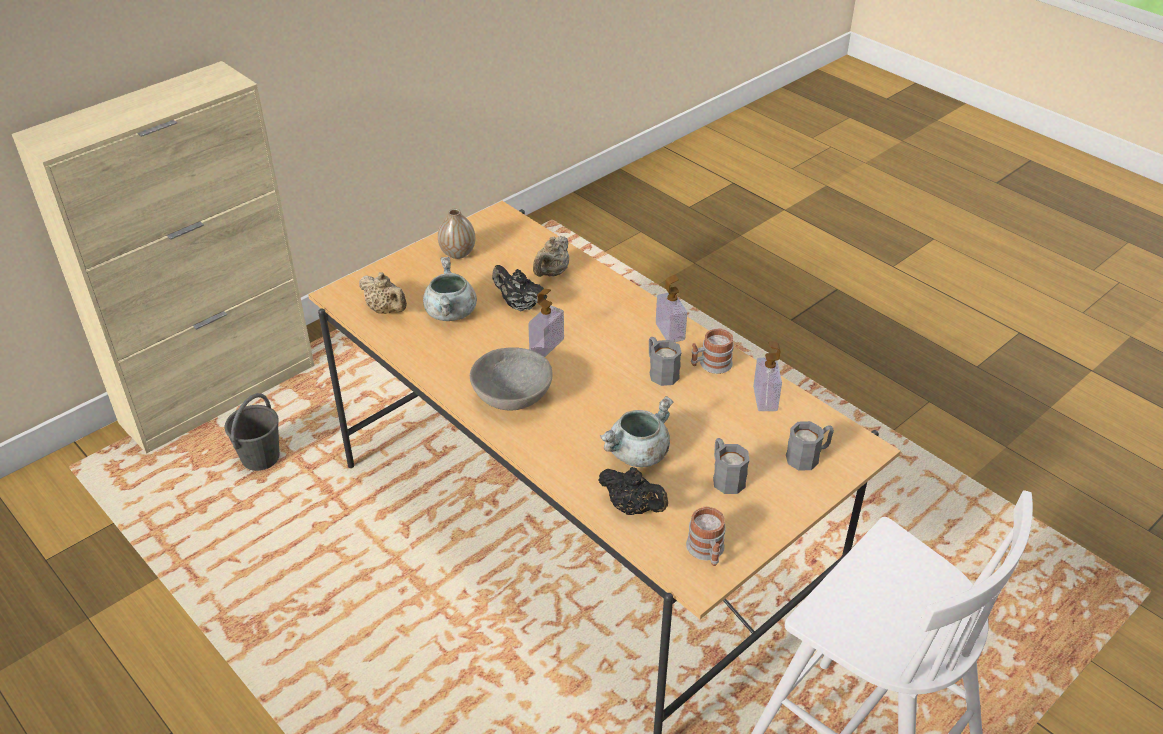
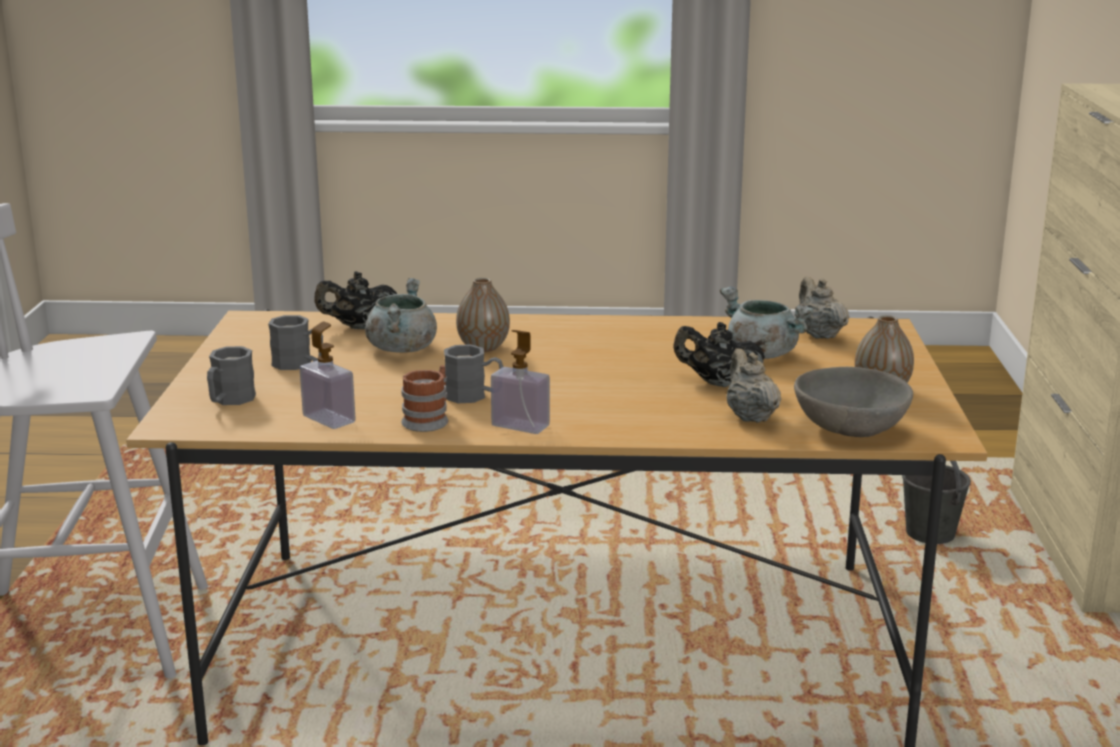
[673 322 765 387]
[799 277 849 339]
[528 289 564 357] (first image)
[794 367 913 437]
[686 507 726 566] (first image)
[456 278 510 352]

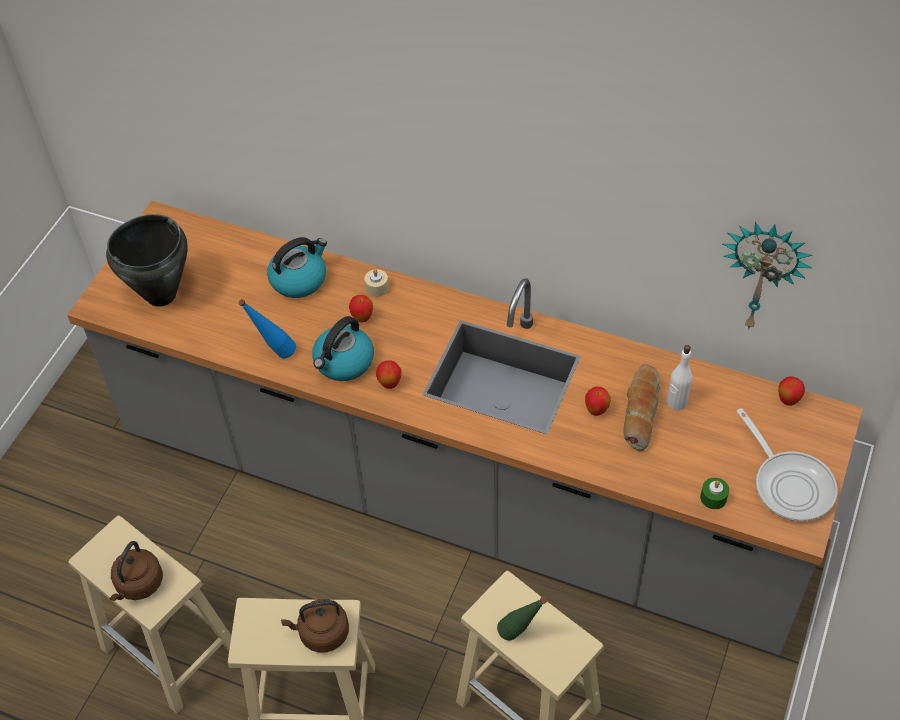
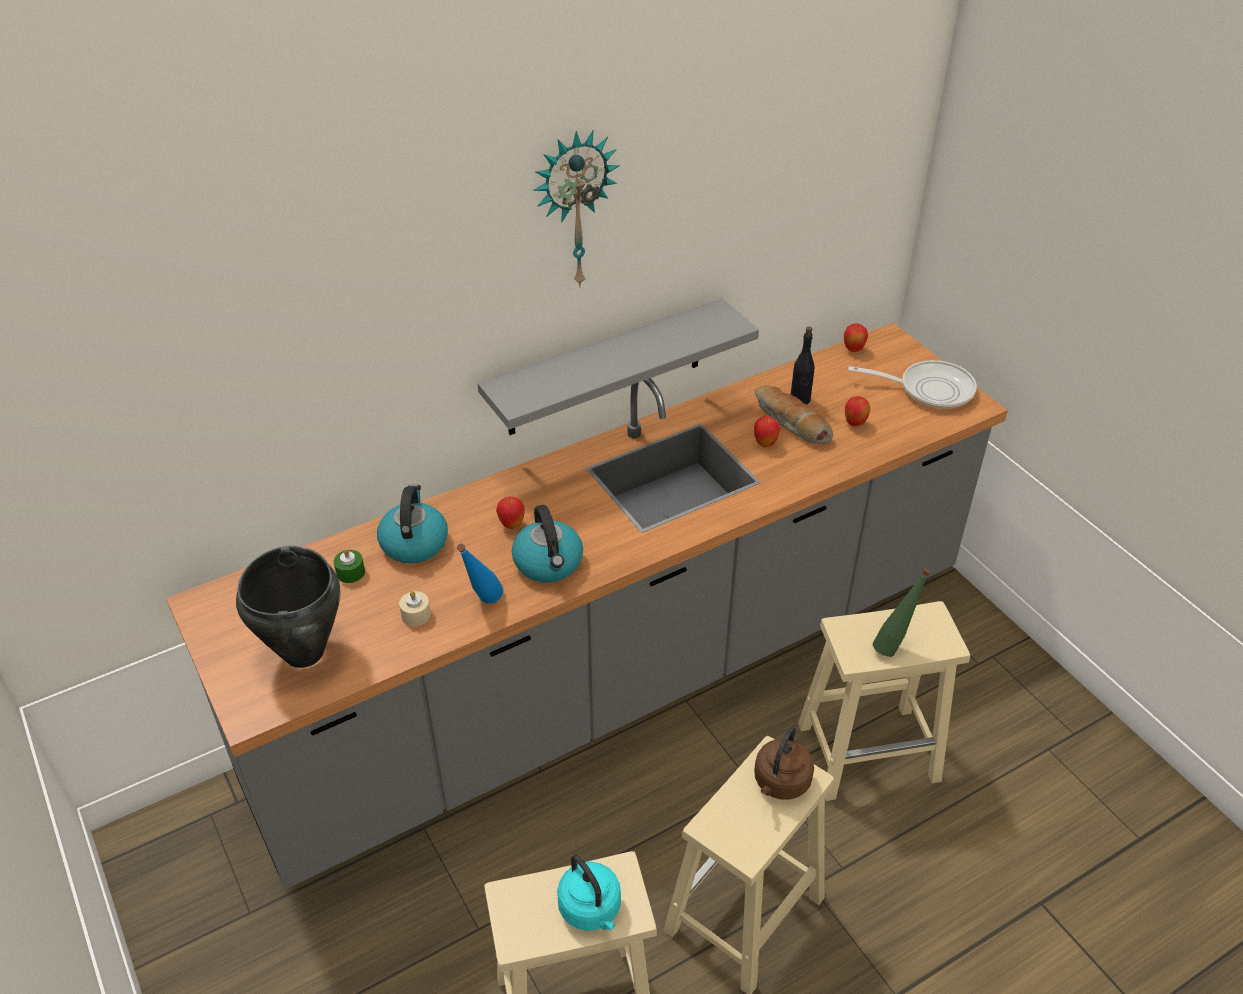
[533 130 620 288]
[399 591 431 626]
[791 327 814 405]
[845 396 870 426]
[334 549 365 583]
[557 854 621 931]
[478 298 759 435]

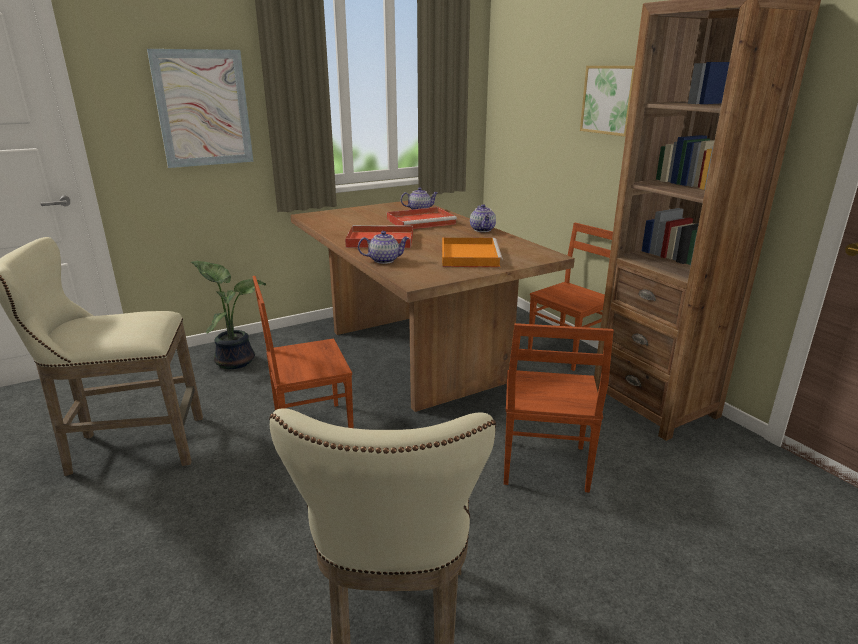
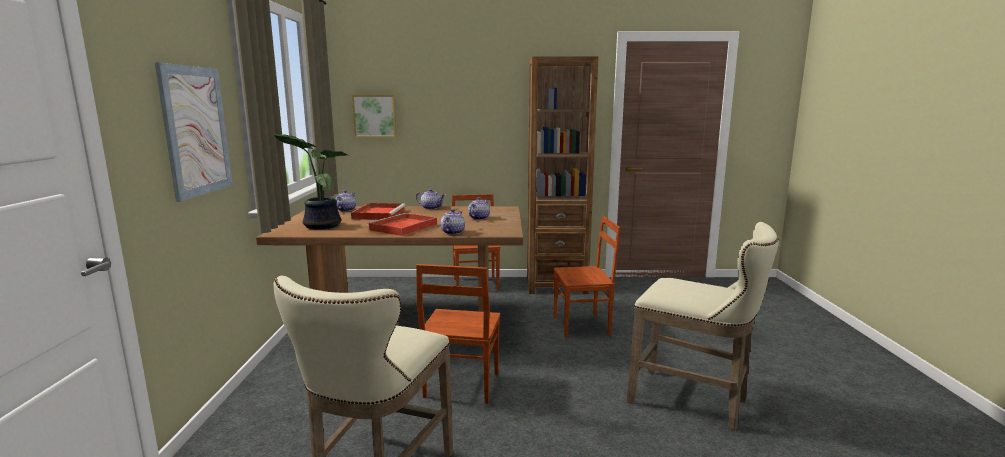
[352 95 397 137]
[468 197 490 220]
[274 134 347 230]
[553 215 620 338]

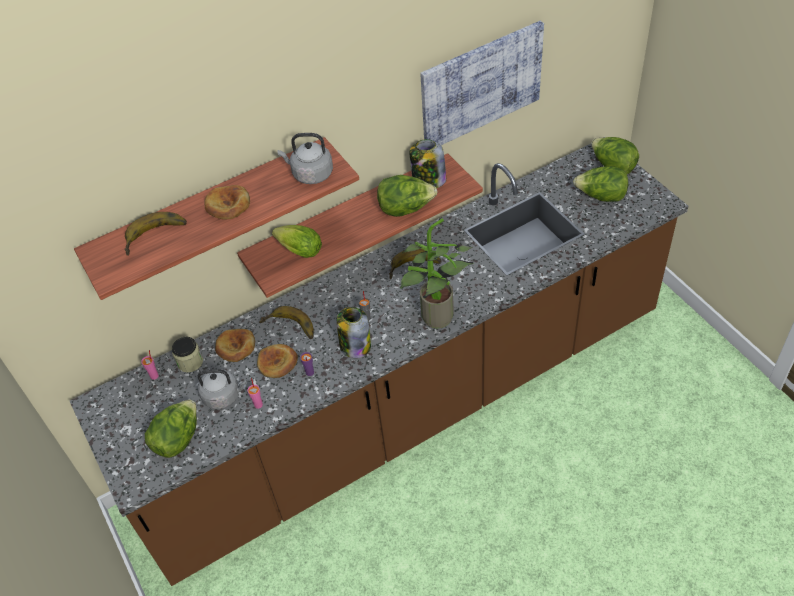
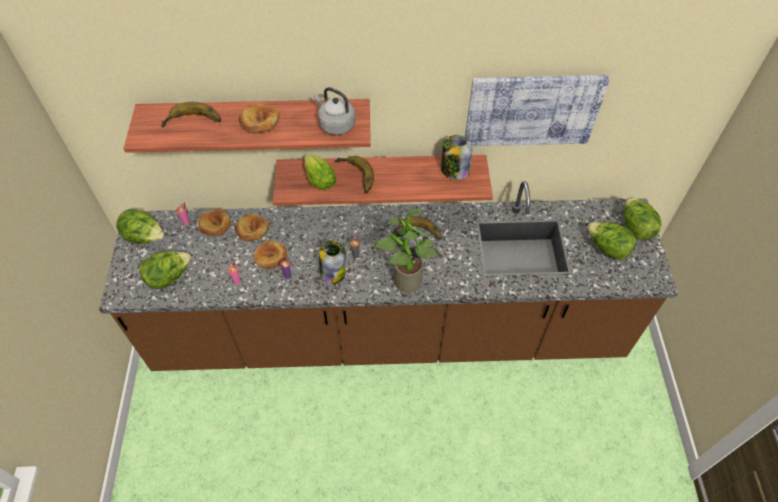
[116 209 165 244]
[335 156 374 193]
[198 209 231 236]
[197 369 247 409] (first image)

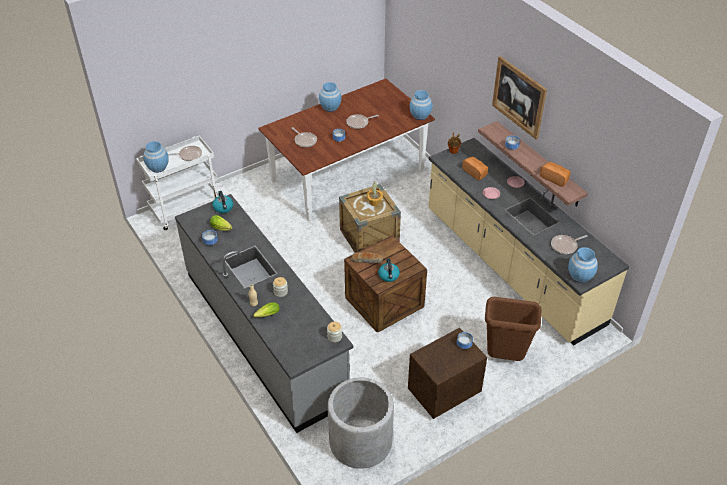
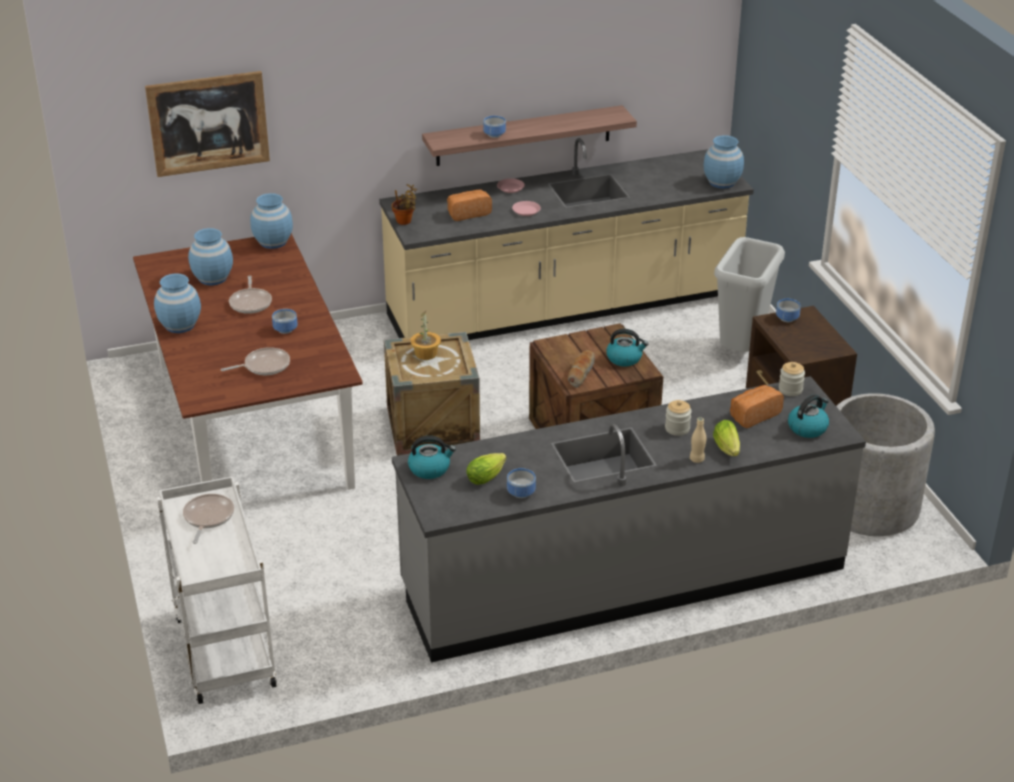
[145 71 270 177]
[188 228 233 285]
[730 385 784 428]
[551 235 587 254] (first image)
[714 237 785 352]
[788 394 829 438]

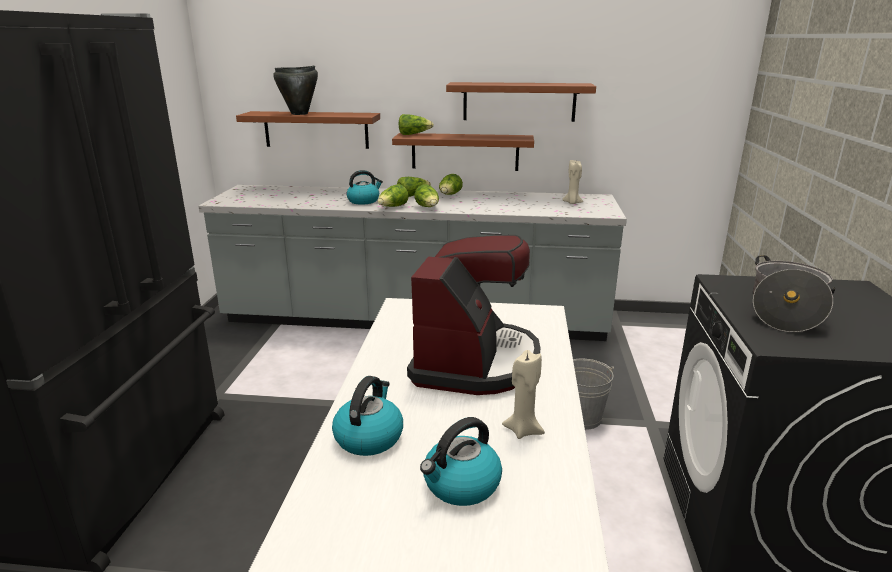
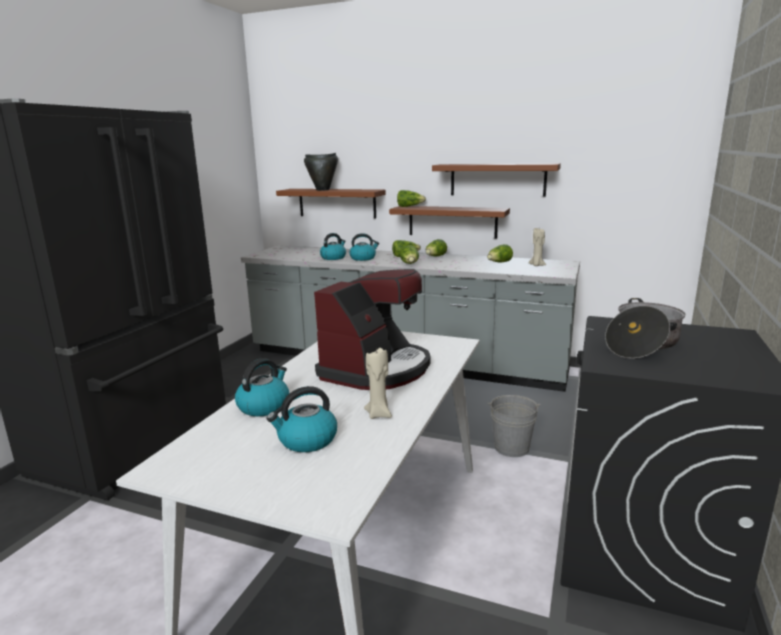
[487 244 513 263]
[320 233 346 260]

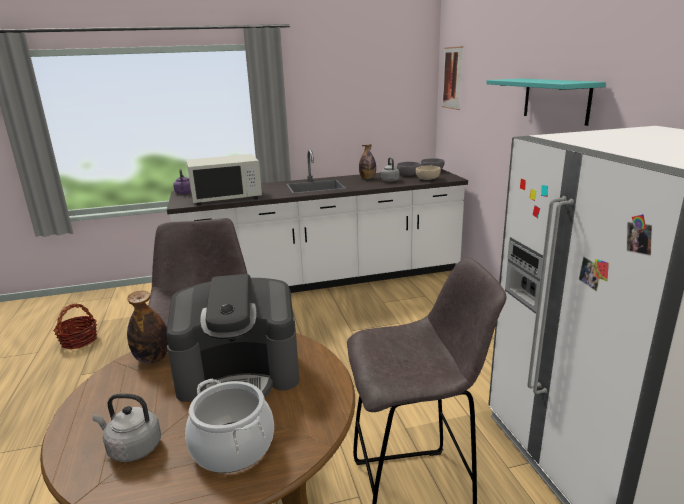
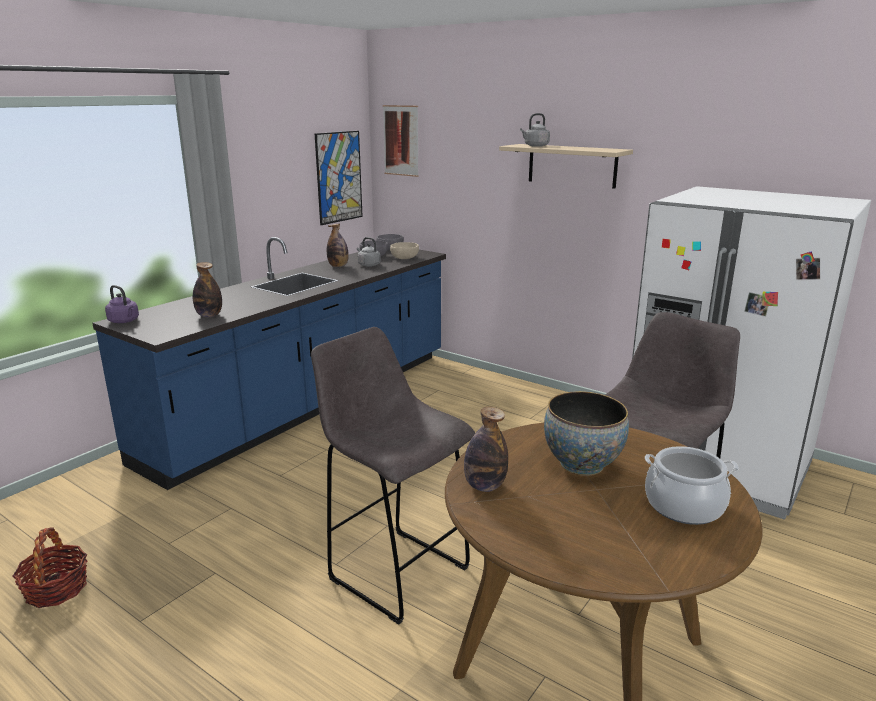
[499 144 633 189]
[93 237 446 490]
[193 262 222 317]
[544 391 629 476]
[520 113 550 147]
[315 131 363 225]

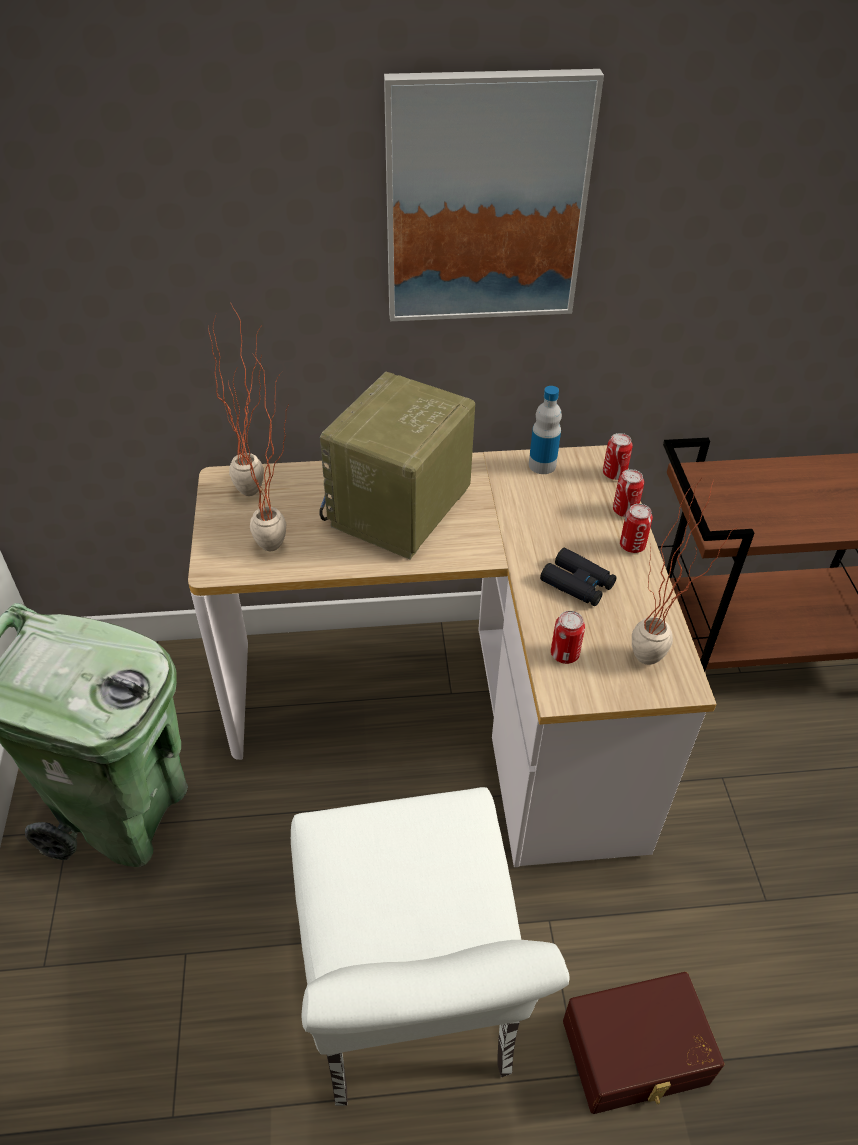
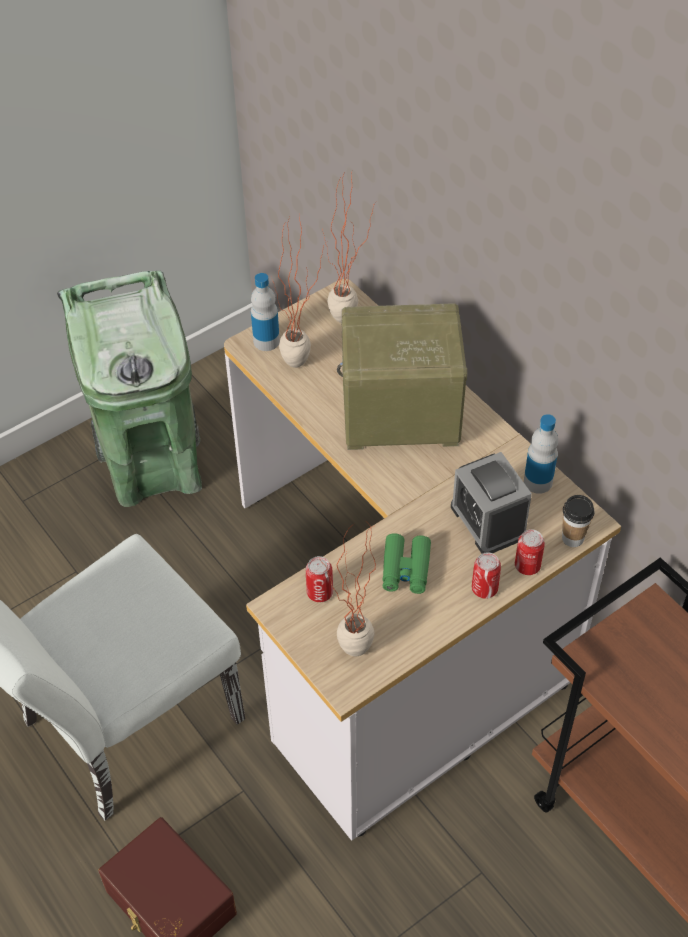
[384 69 604 321] (first image)
[562 495 594 547]
[383 533 431 594]
[251 273 280 351]
[451 452 532 554]

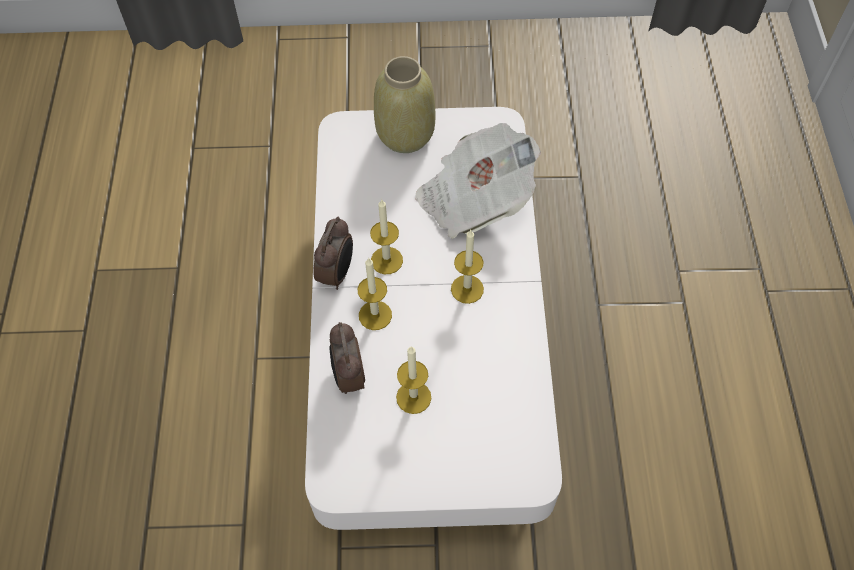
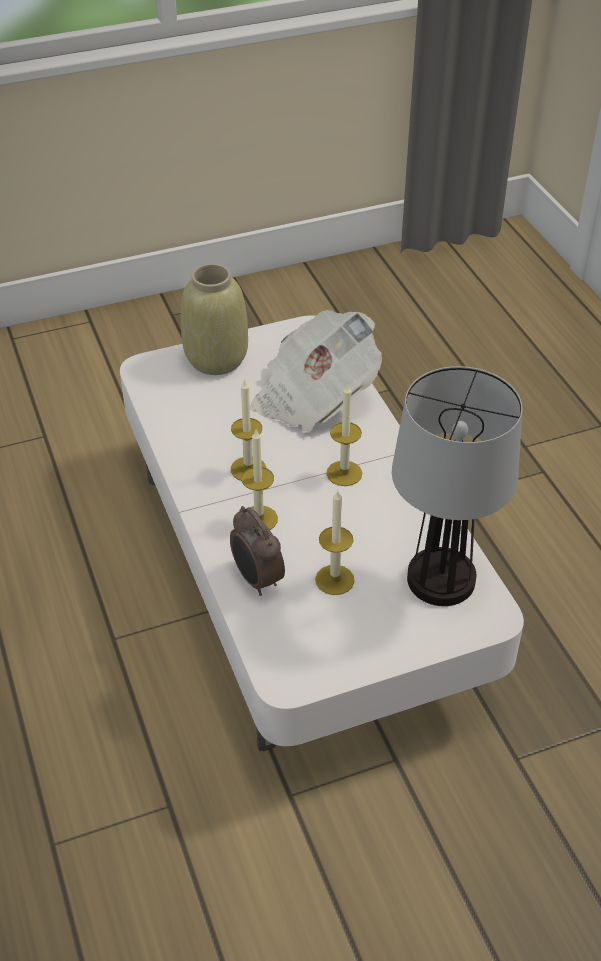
[313 217 353 290] (first image)
[392 366 522 606]

